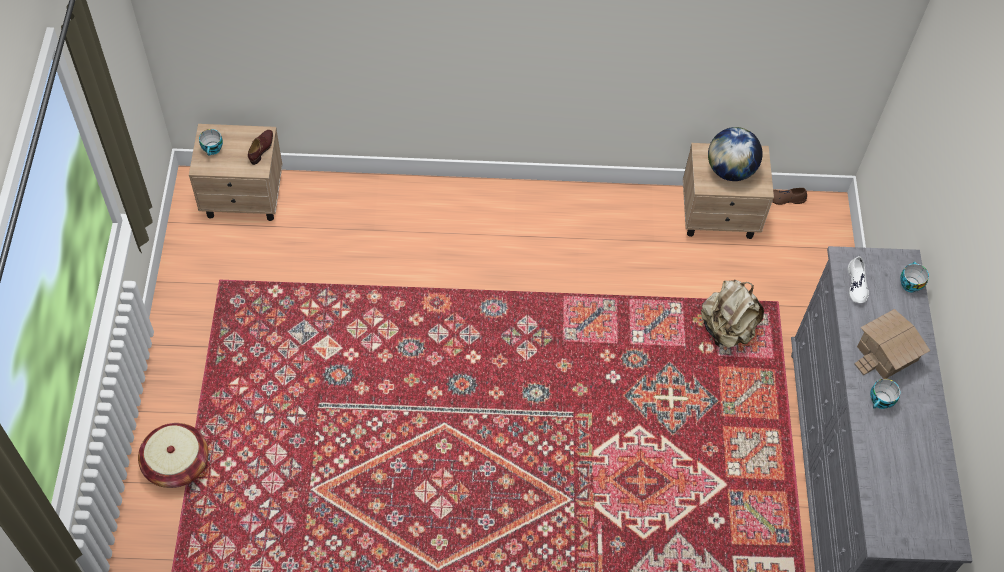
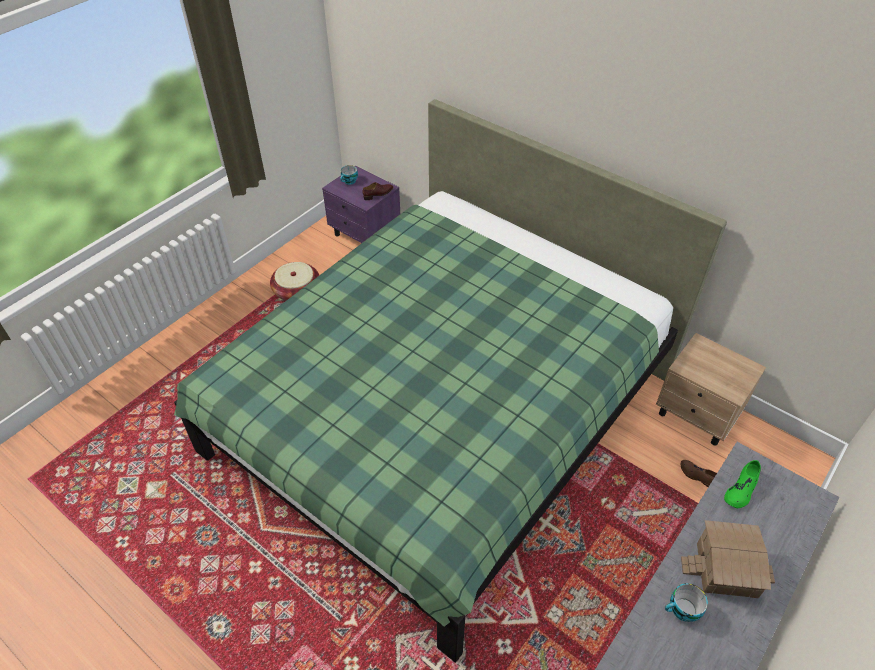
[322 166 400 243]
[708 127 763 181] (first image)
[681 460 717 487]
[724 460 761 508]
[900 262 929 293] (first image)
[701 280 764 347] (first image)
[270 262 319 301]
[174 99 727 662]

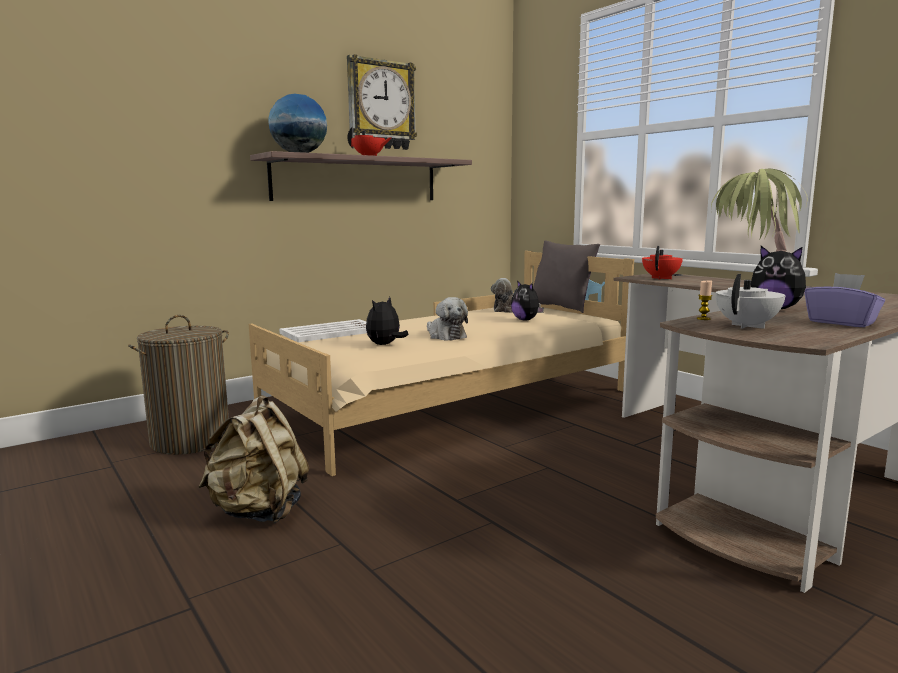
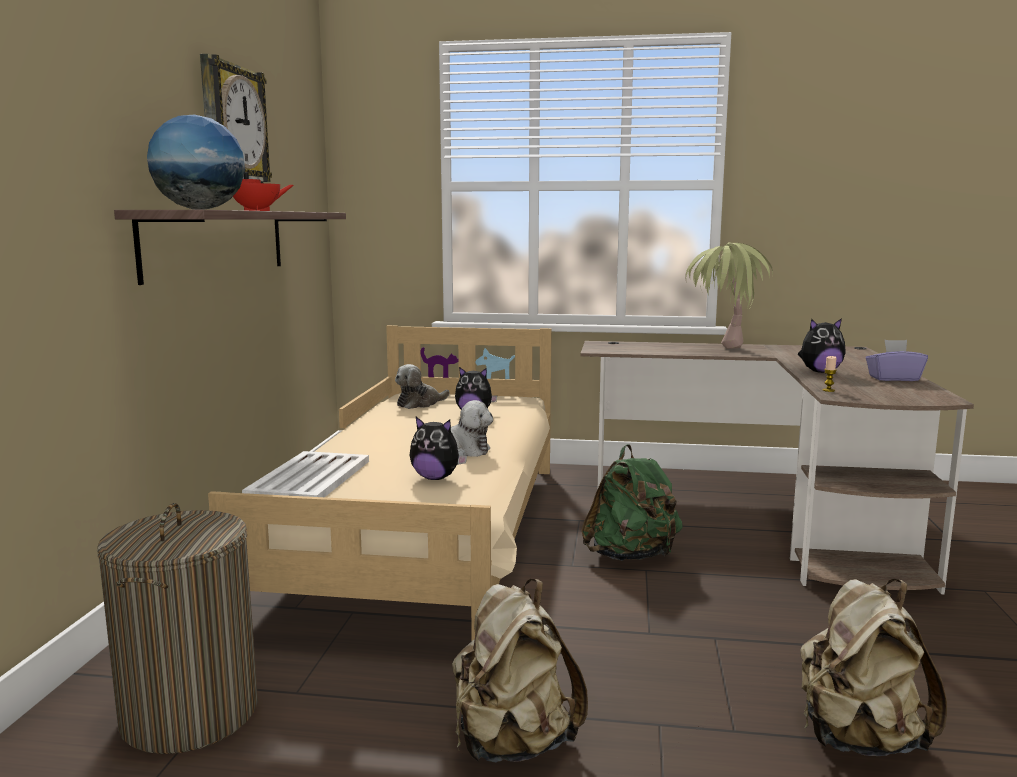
[533 241 600 313] (first image)
[642 246 683 280] (first image)
[716 274 786 329] (first image)
[410 417 467 480]
[581 444 683 561]
[800 579 947 756]

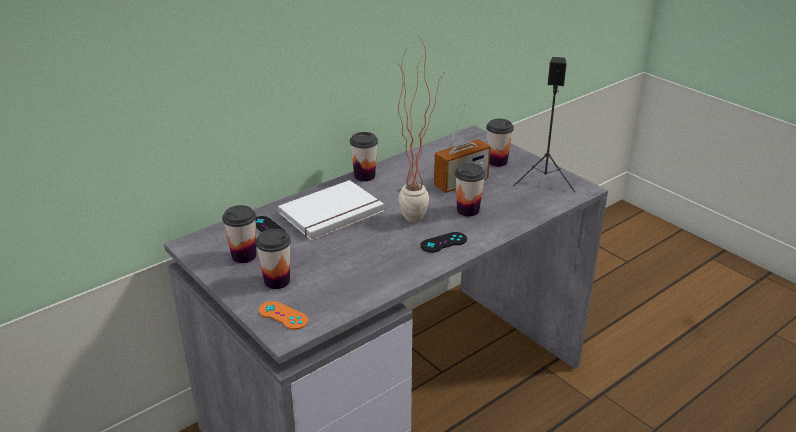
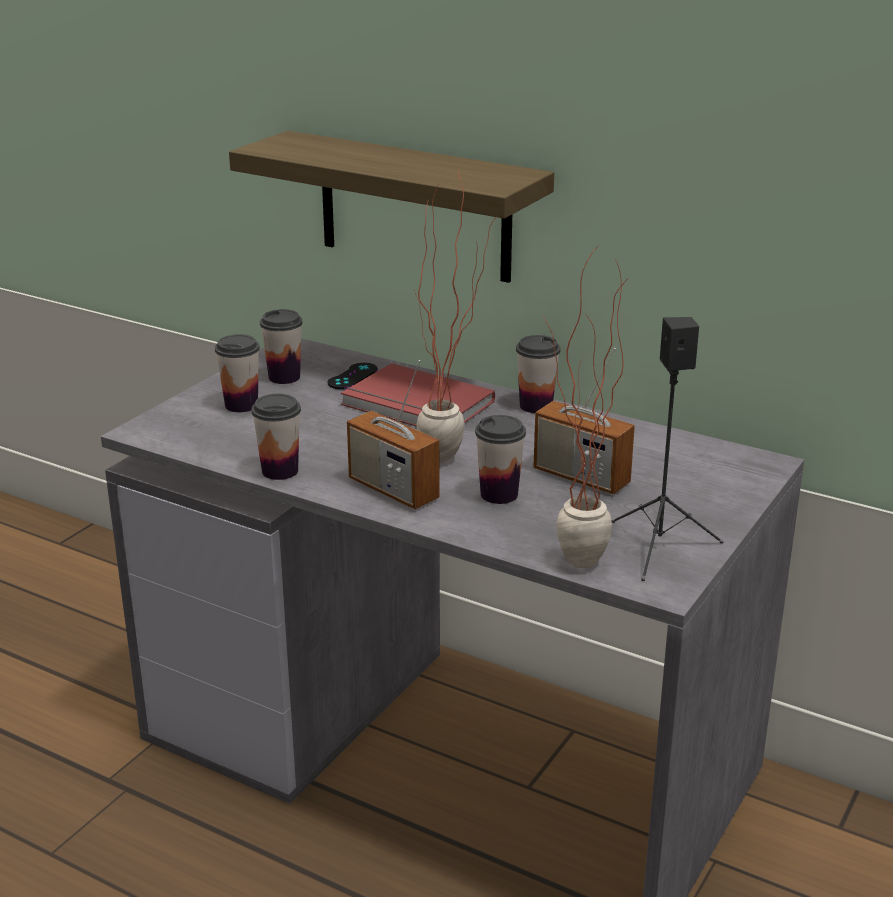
[251 394 301 480]
[341 363 495 427]
[347 360 440 509]
[259 301 308 330] (first image)
[229 131 554 283]
[543 246 626 568]

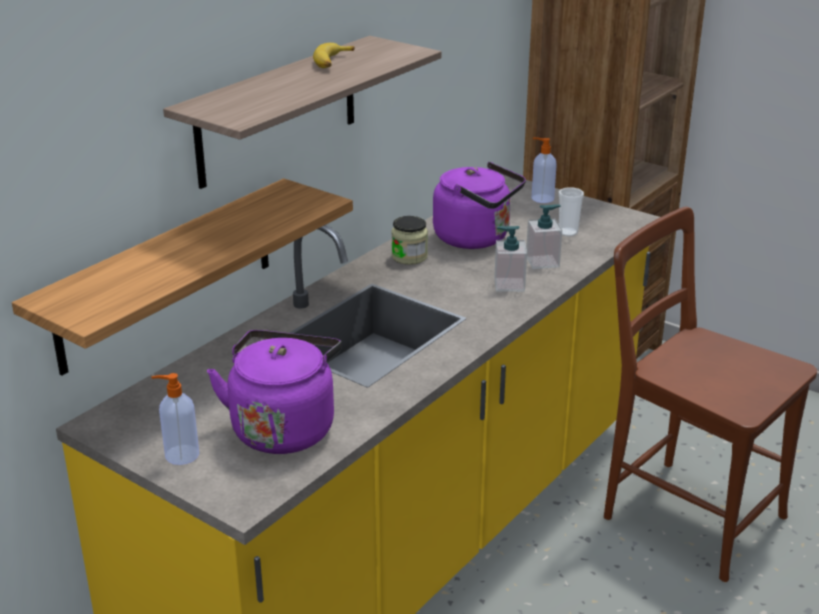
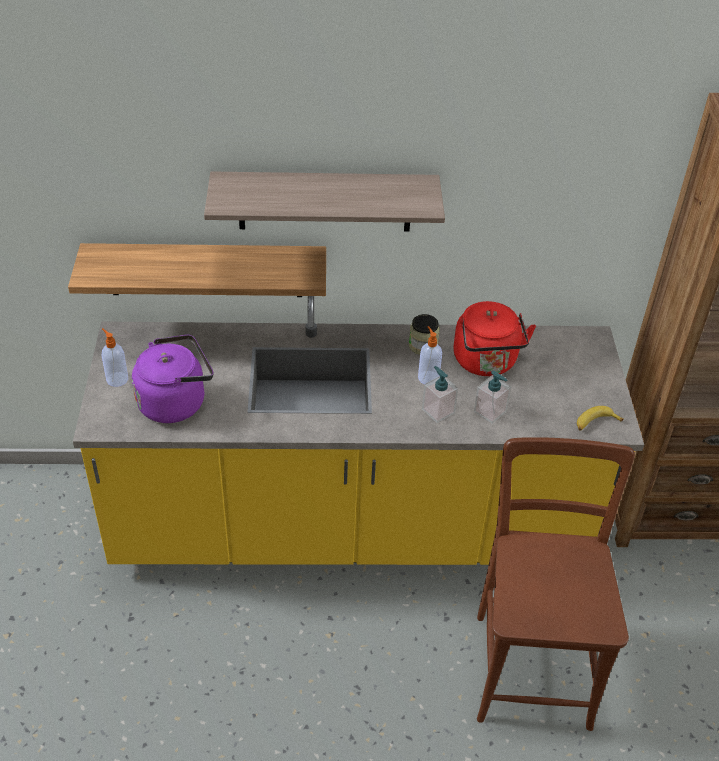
[577 406 624 431]
[418 326 442 384]
[453 301 536 376]
[559 187 584 236] (first image)

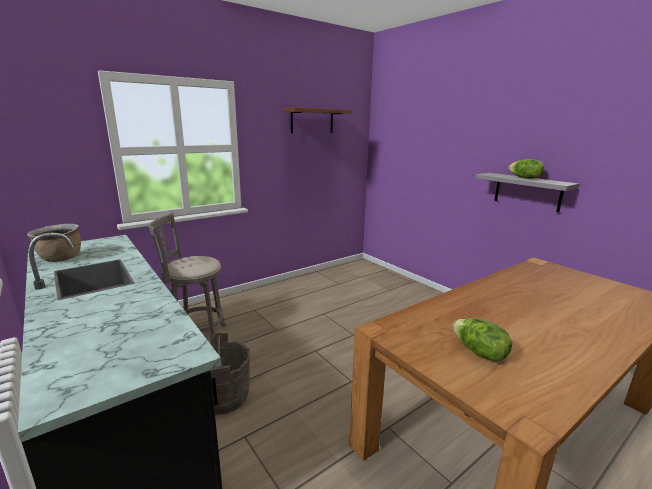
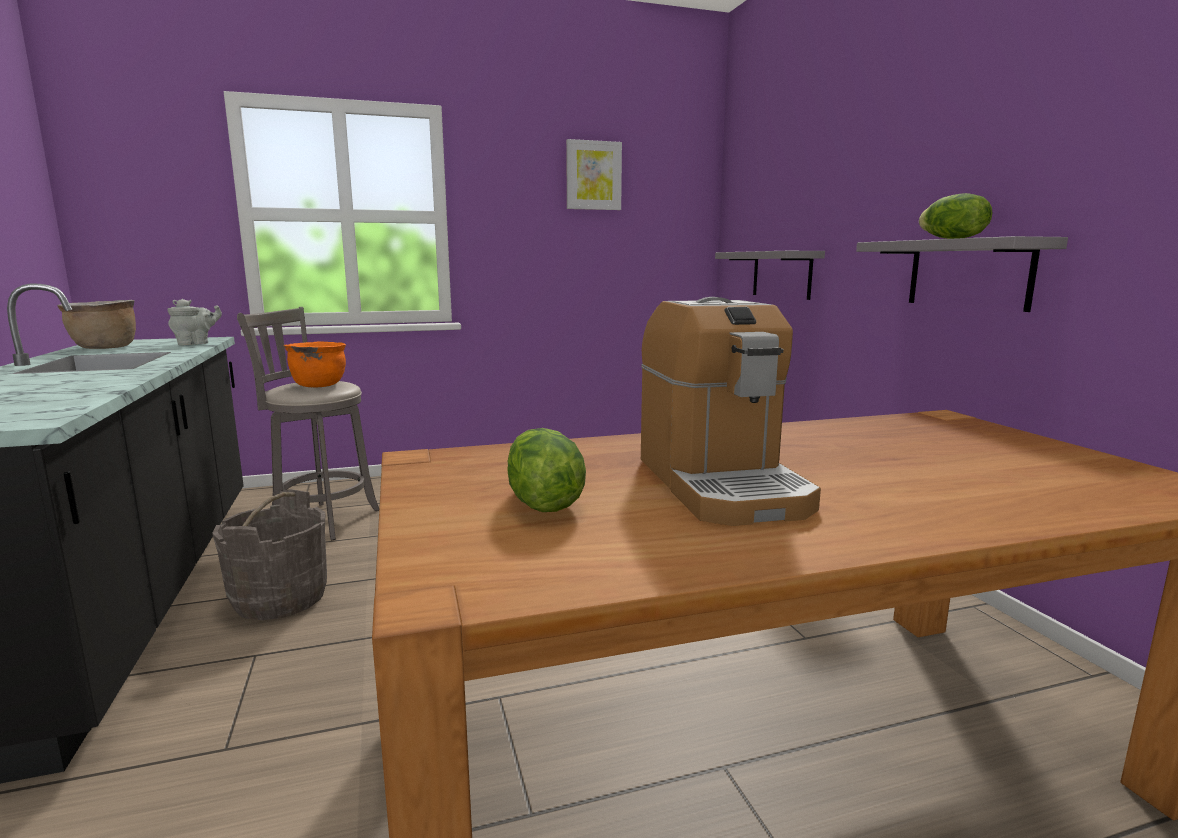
[566 139 622 210]
[715 251 825 300]
[641 297 821 526]
[168 299 222 345]
[284 341 346 387]

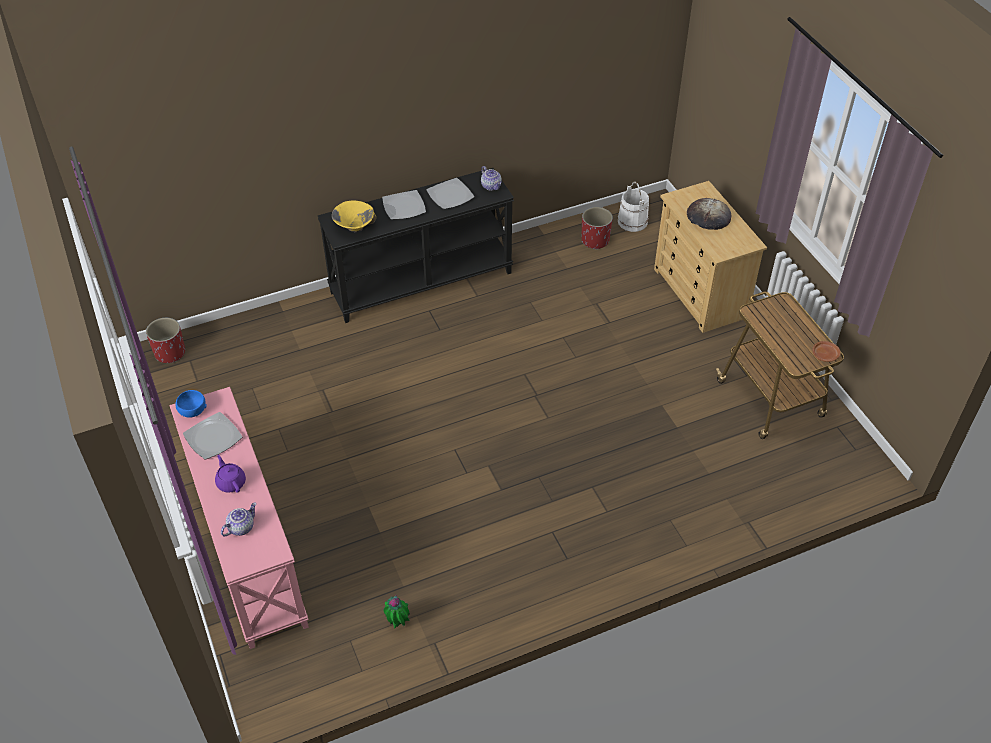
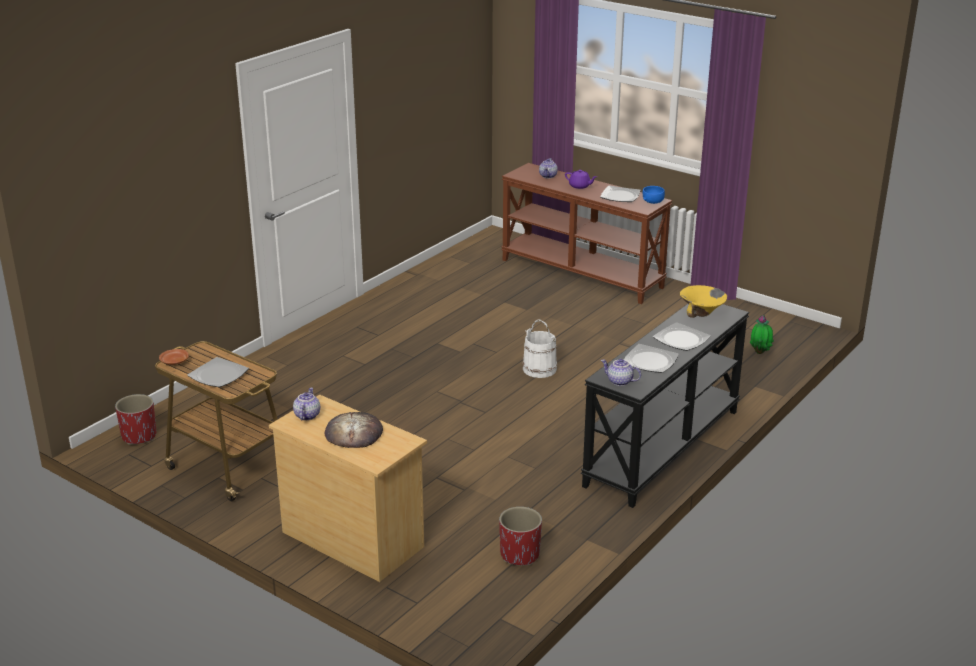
[523 320 557 378]
[115 394 156 445]
[501 163 672 304]
[750 315 774 354]
[187 357 249 387]
[293 388 320 420]

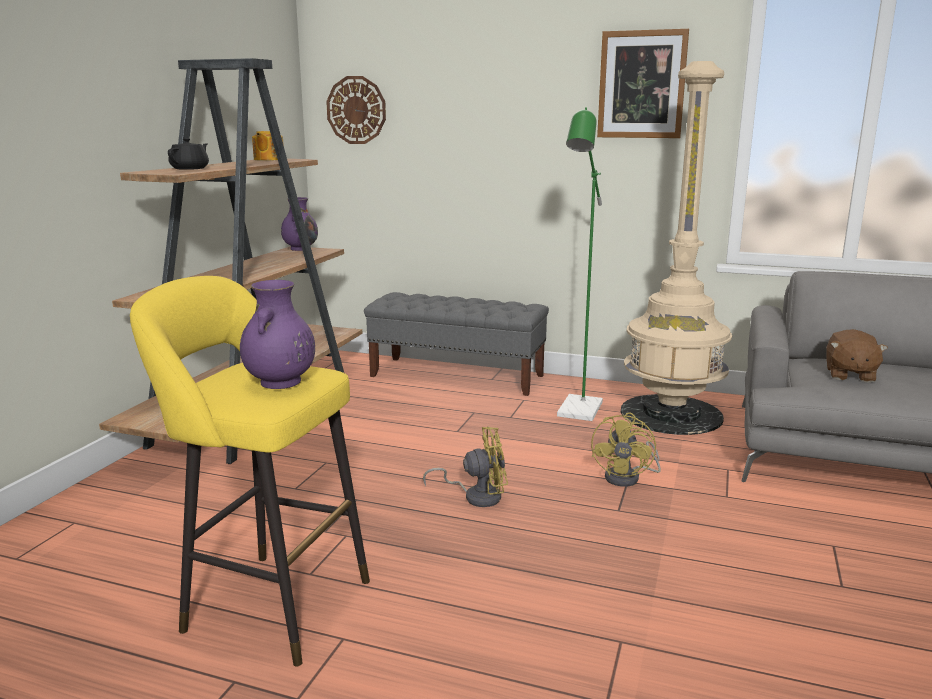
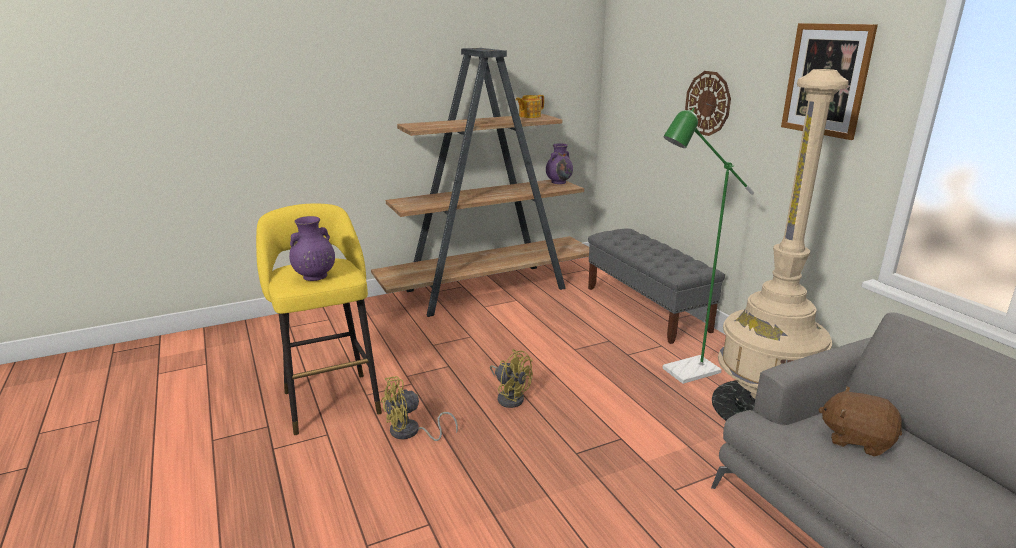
[685 71 731 136]
[168 138 209 170] (first image)
[818 386 902 457]
[381 376 458 441]

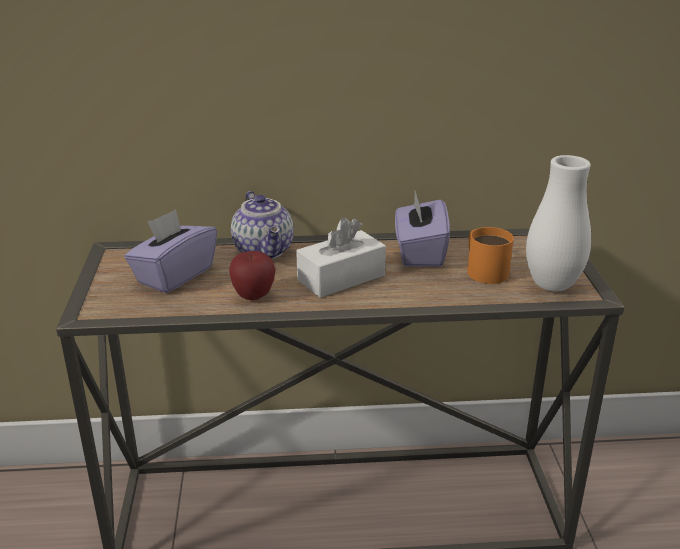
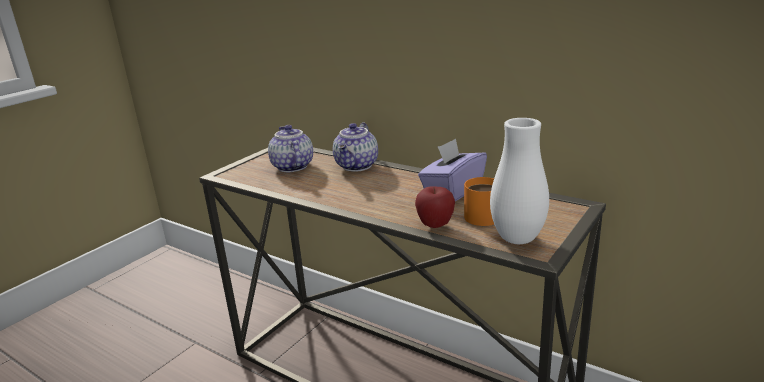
[268 125 313 172]
[296 217 386 298] (first image)
[415 186 455 228]

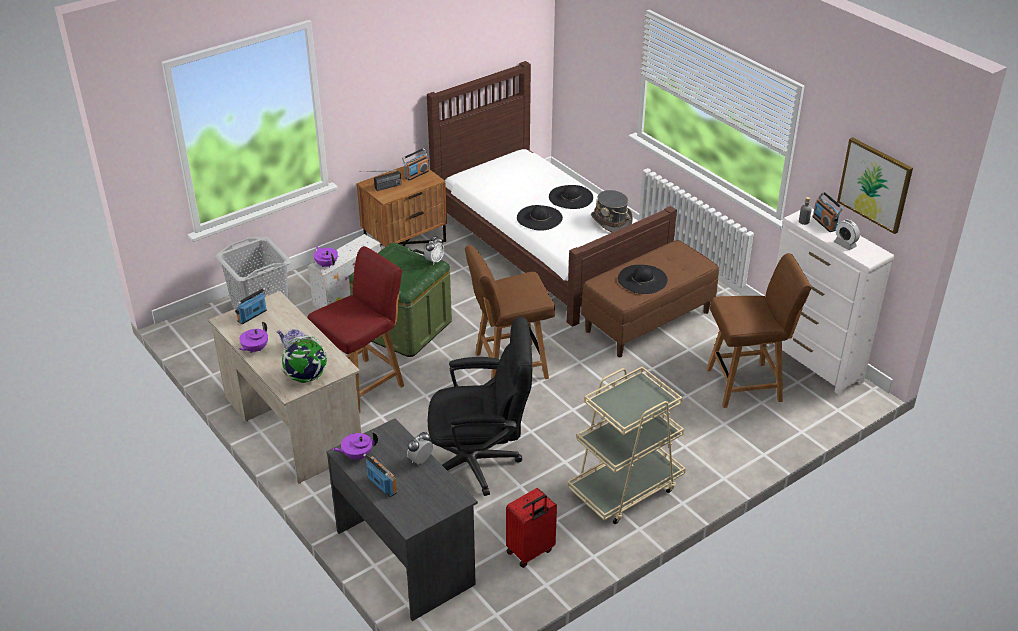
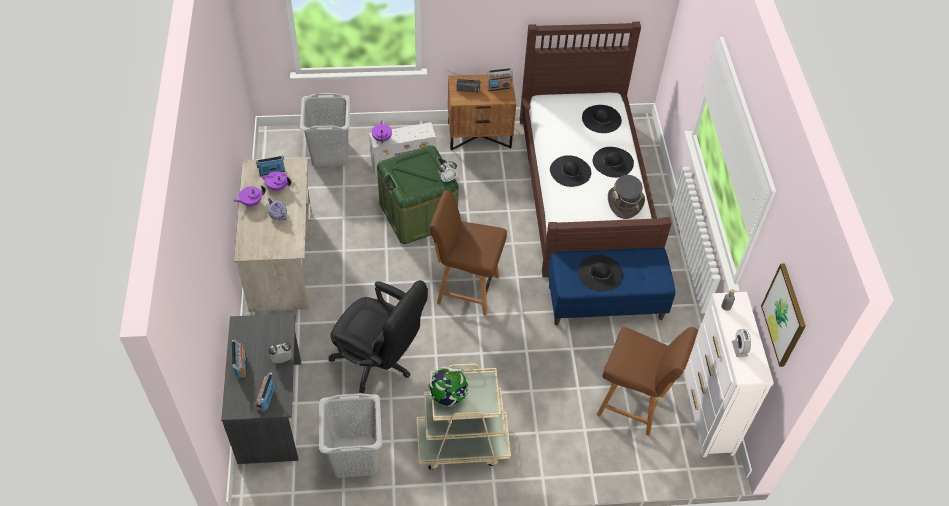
[256 372 274 413]
[548 247 675 325]
[307 246 404 413] (first image)
[426 366 469 407]
[260 171 291 191]
[319 393 382 478]
[582 105 622 133]

